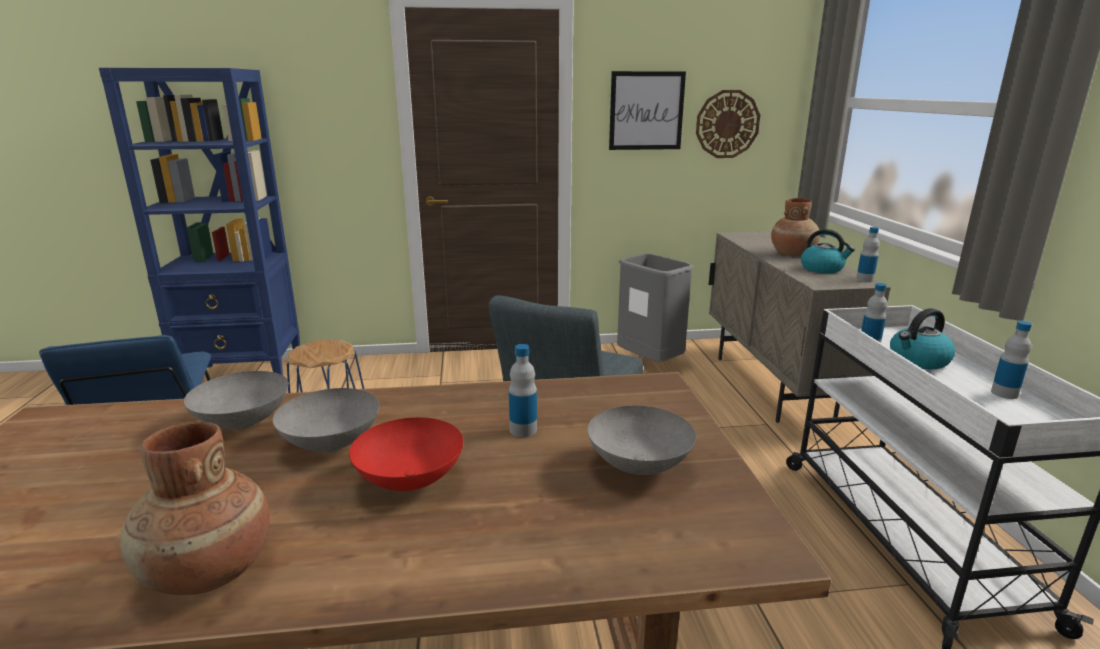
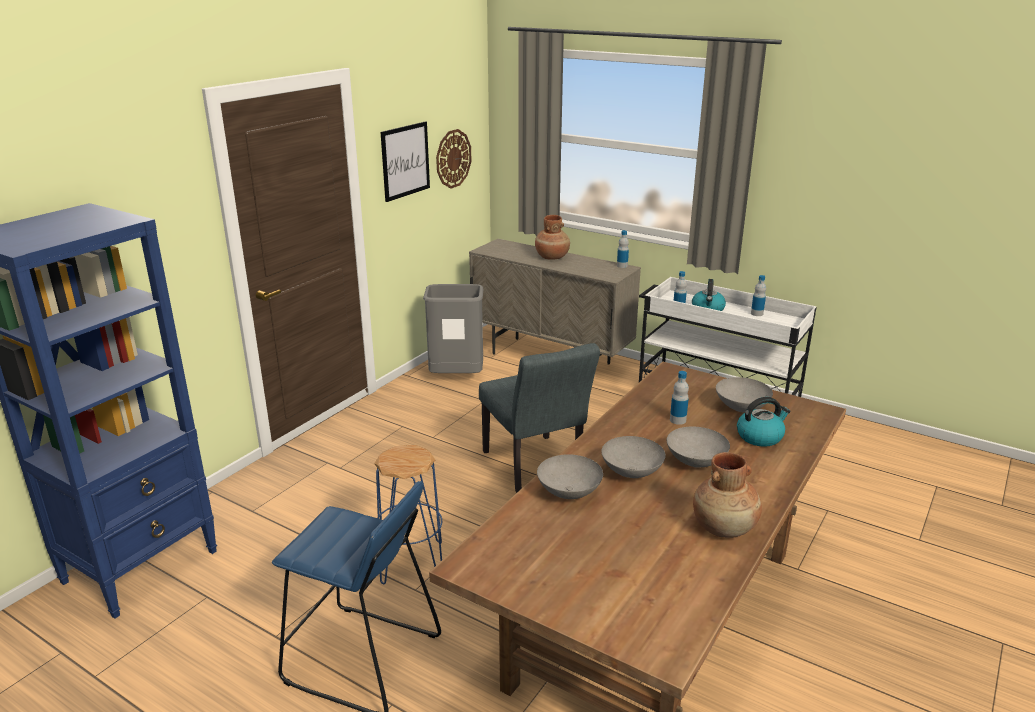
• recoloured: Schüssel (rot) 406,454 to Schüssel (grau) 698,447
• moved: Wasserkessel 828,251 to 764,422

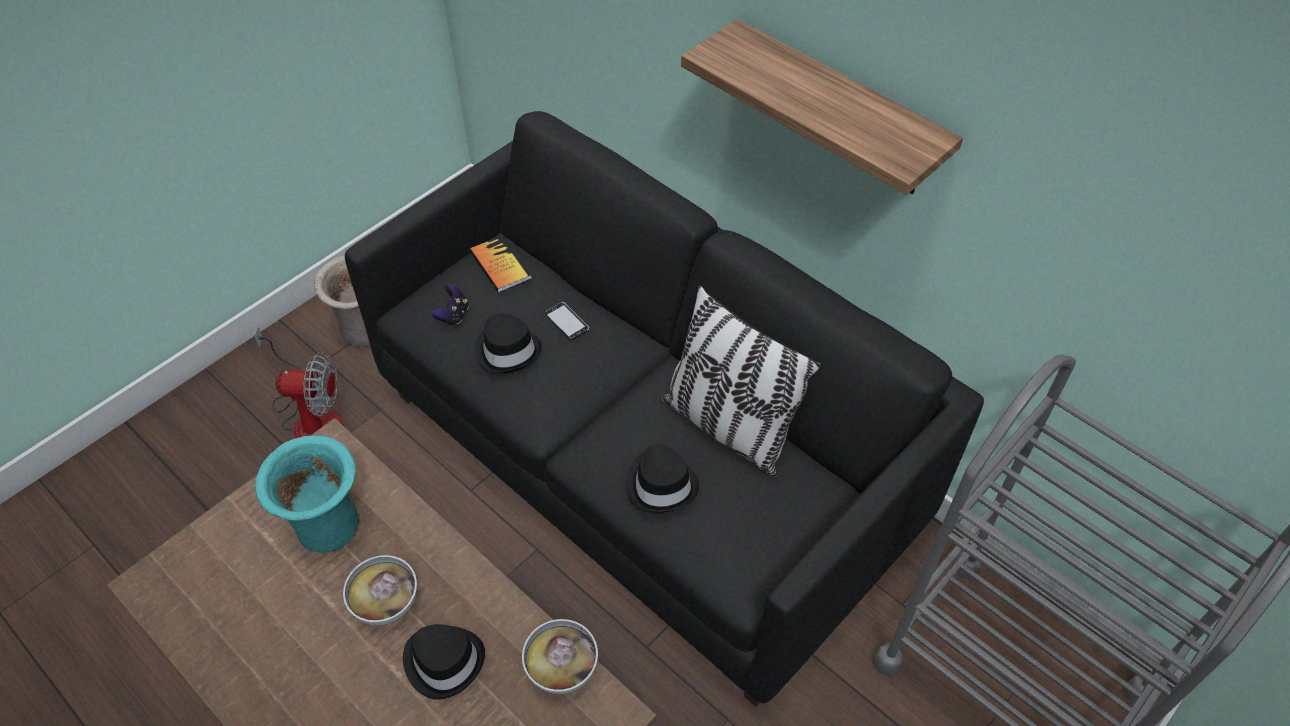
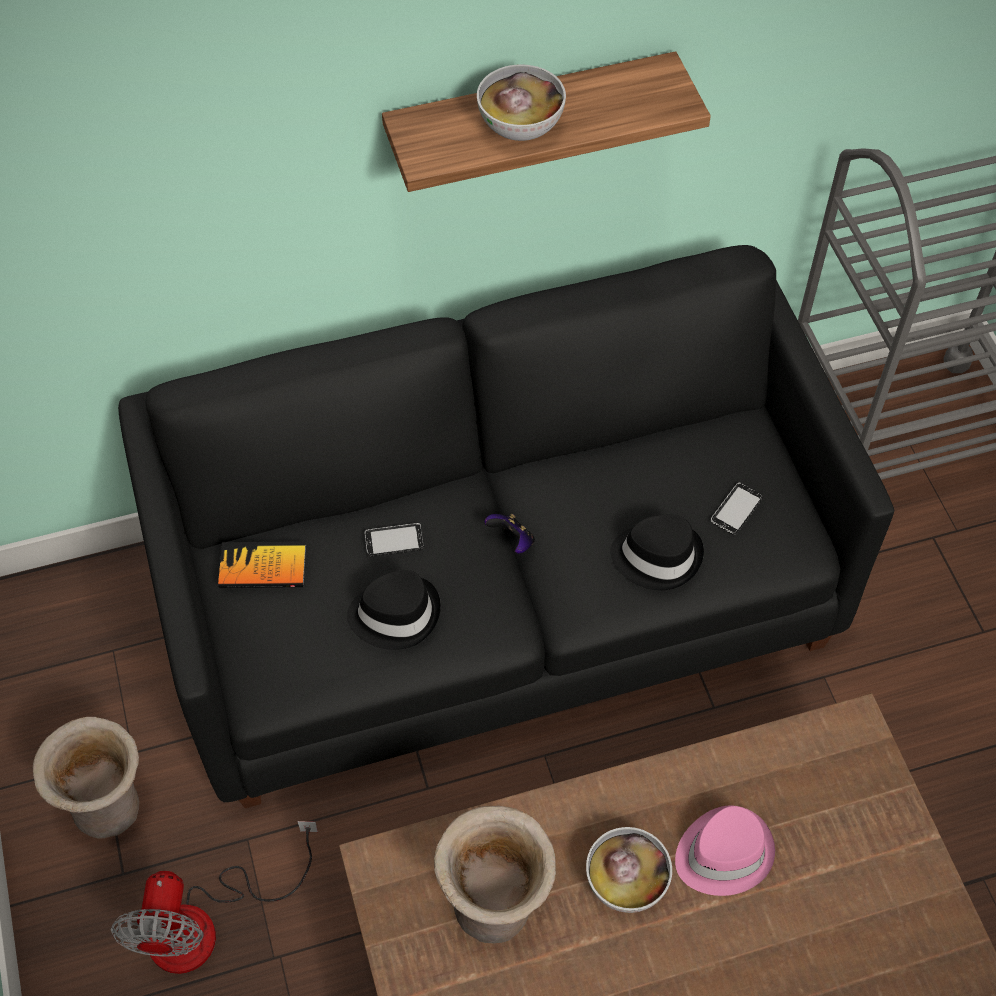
• turned: Ventilator 299,382 = 214,897 150 degrees clockwise
• recoloured: Vase (türkis) 307,494 to Vase (beige) 495,874
• moved: Schüssel 560,656 to 521,102
• moved: Gamepad 450,305 to 510,534
• recoloured: Hut (schwarz) 444,662 to Hut (rosa) 725,850
• added: Handy 737,509
• removed: Kissen 741,381

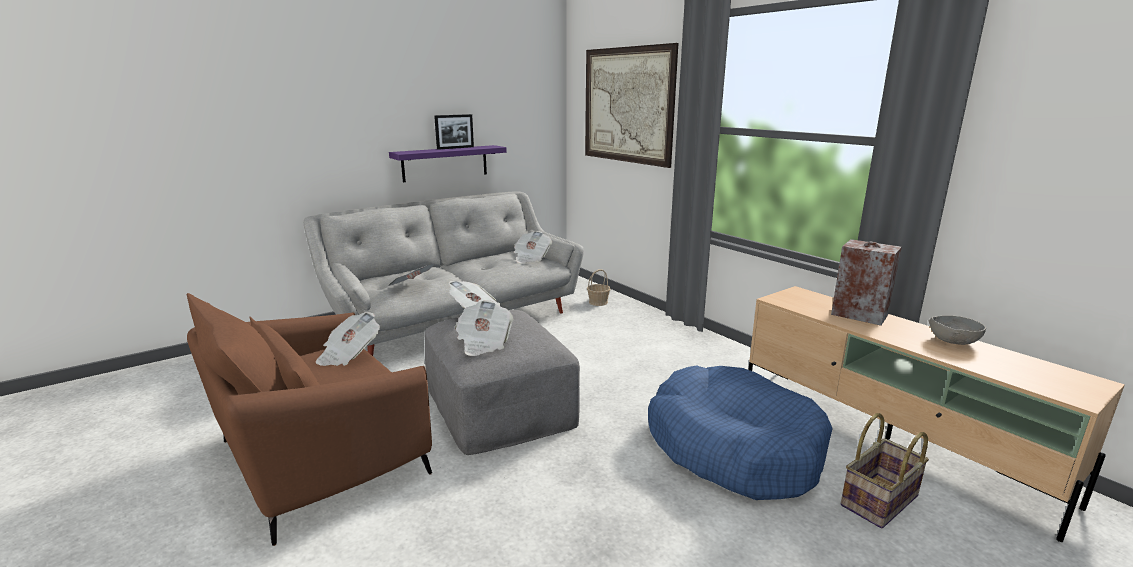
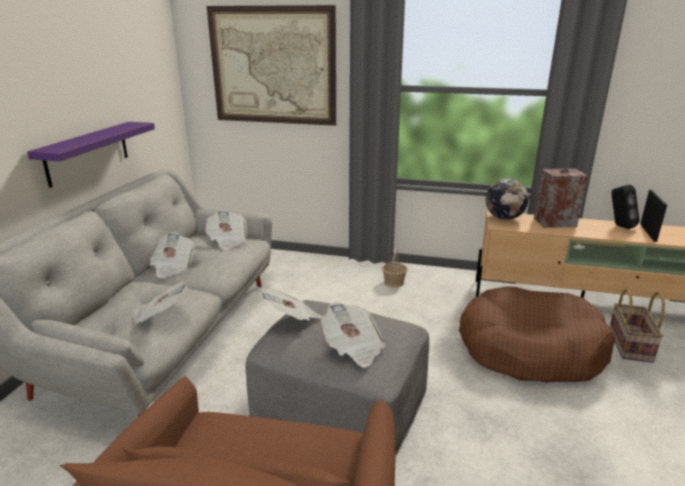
• moved: Zeitung 348,339 to 172,255
• moved: Korb 599,287 to 394,268
• recoloured: Hundebett (blau) 740,432 to Hundebett (braun) 537,334
• added: Globus 507,199
• replaced: Schüssel (grau) 957,330 to Lautsprecher (schwarz) 625,207
• moved: Bilderrahmen 454,132 to 653,216

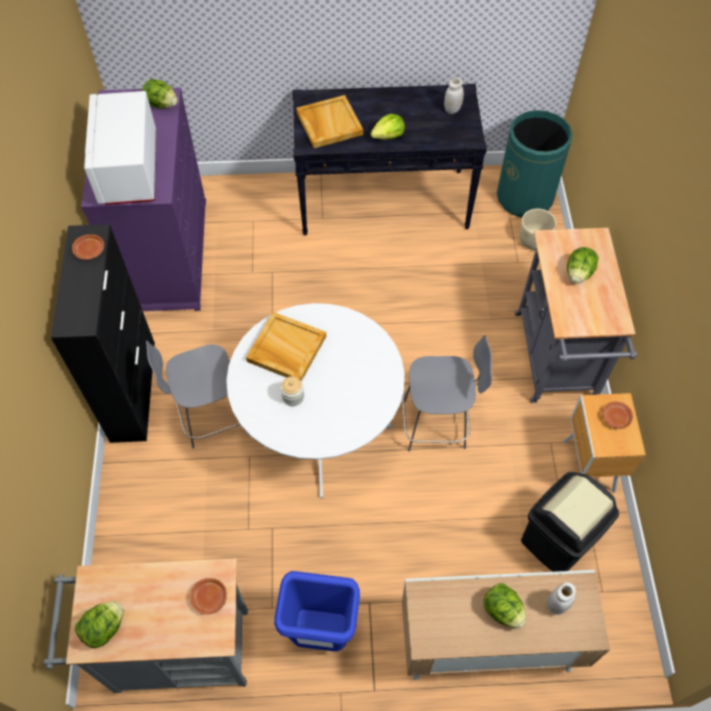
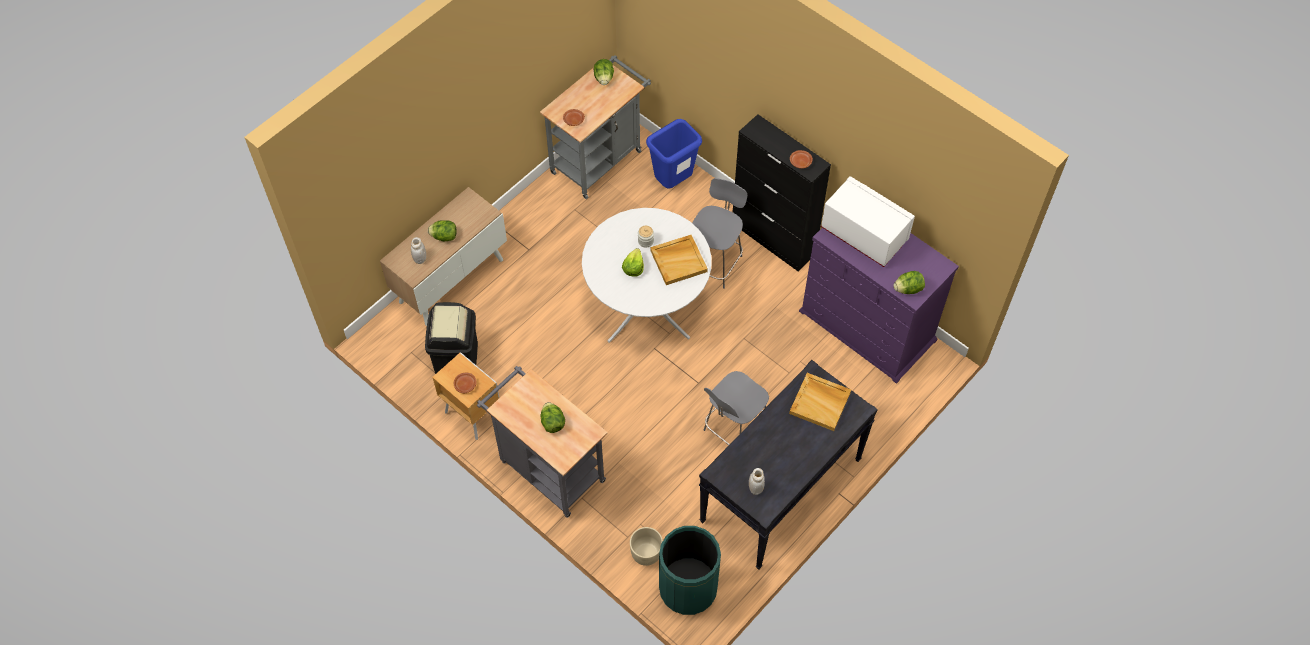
• moved: Salatkopf 388,127 to 633,262
• moved: Mülleimer (blau) 317,611 to 674,153
• moved: Hocker (grau) 447,393 to 736,408

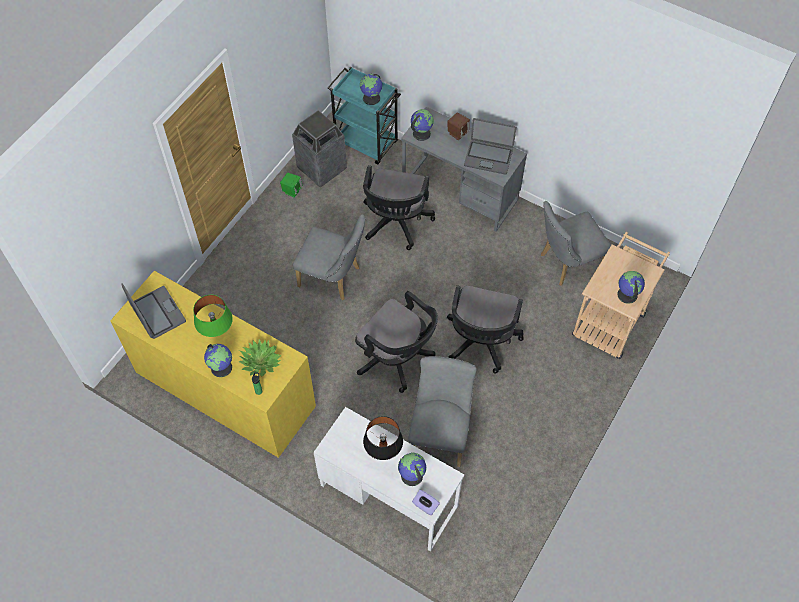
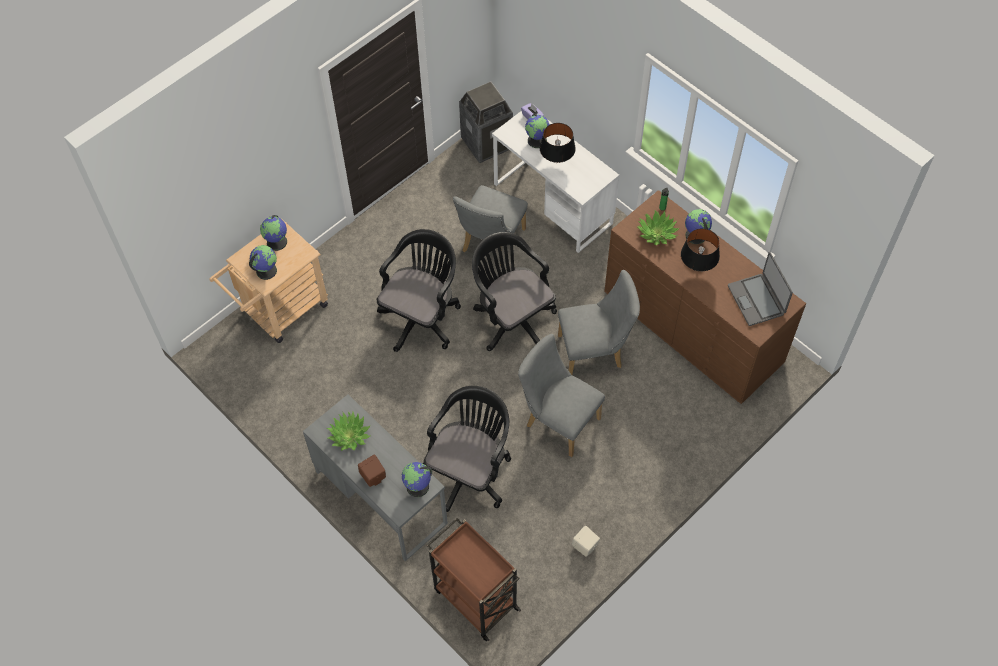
• moved: Globus 371,89 to 263,262
• replaced: Laptop 490,146 to Topfpflanze 349,431
• recoloured: Rollwagen (türkis) 364,115 to Rollwagen (braun) 473,580
• moved: Mülleimer 319,149 to 486,122
• moved: Stuhl (grau) 576,243 to 599,322
• recoloured: Lautsprecher (grün) 291,185 to Lautsprecher (beige) 586,541
• recoloured: Kommode (gelb) 213,364 to Kommode (braun) 705,297
• recoloured: Tischlampe (grün) 213,316 to Tischlampe (schwarz) 700,249

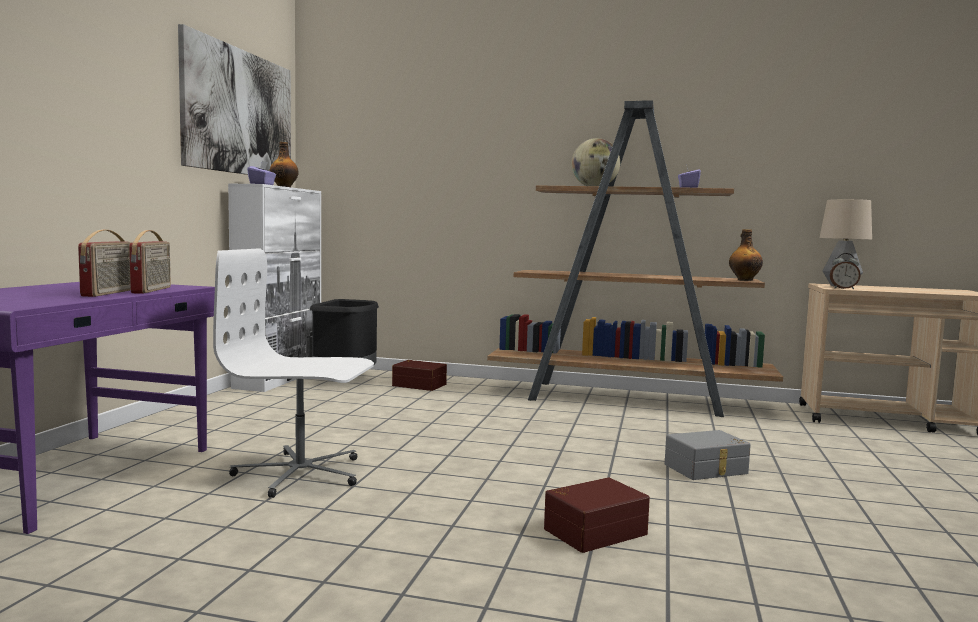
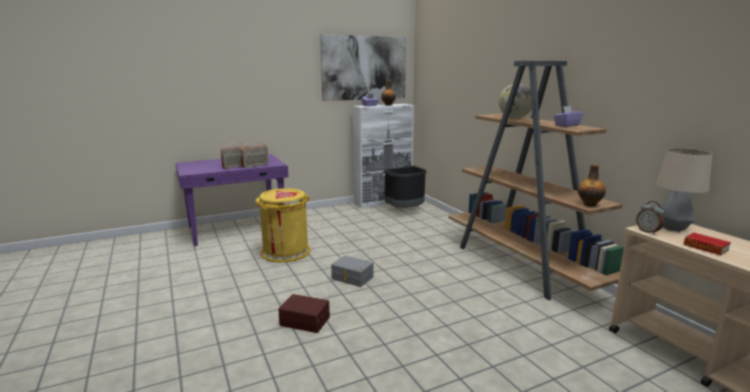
• replaced: Bürostuhl (weiß) 293,373 to Mülleimer (gelb) 282,225
• moved: Aufbewahrungsbox (grau) 708,455 to 352,271
• added: Buch 707,244
• removed: Aufbewahrungsbox (braun) 419,375

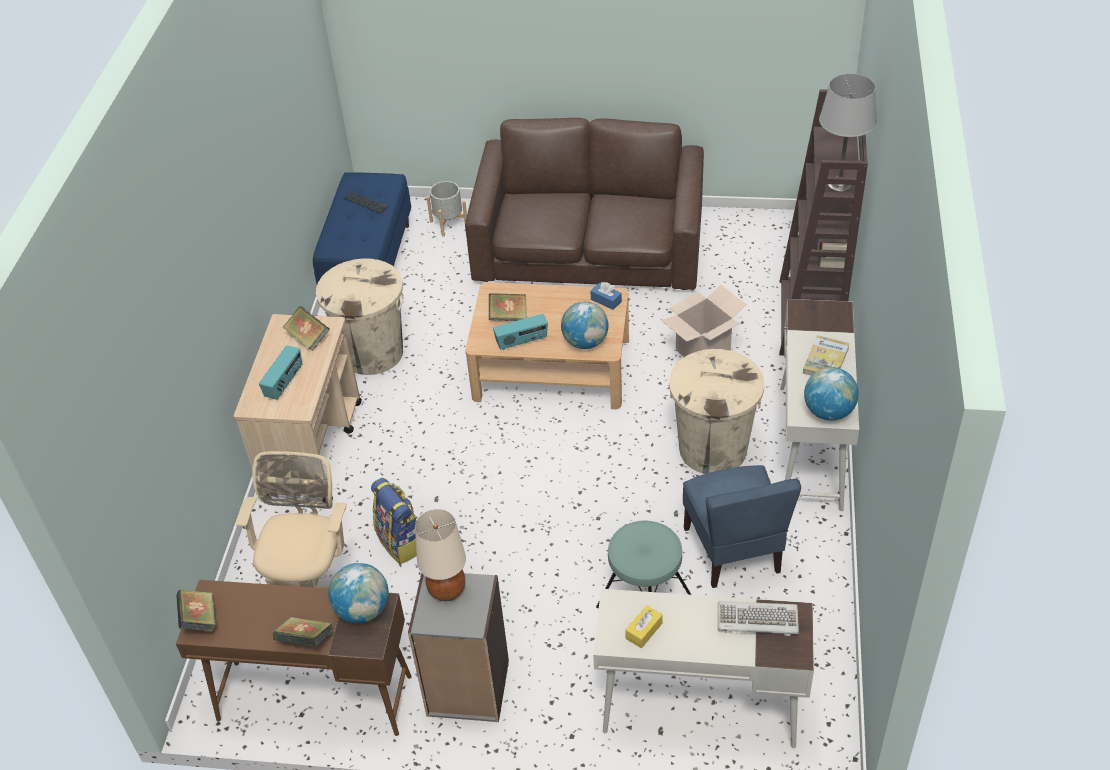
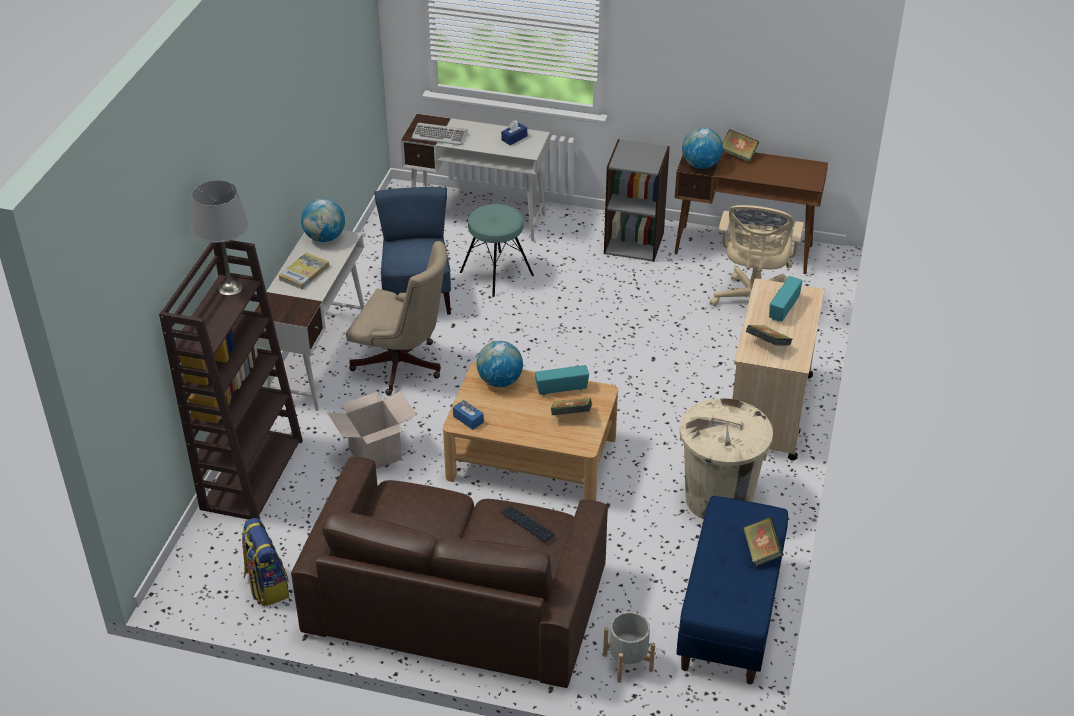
• moved: Rucksack 394,521 to 265,562
• replaced: Mülleimer (beige) 716,411 to Bürostuhl (beige) 396,318
• recoloured: Taschentuchbox (gelb) 644,626 to Taschentuchbox (blau) 514,132
• moved: Tastatur 365,202 to 528,523
• moved: Buch 195,611 to 763,541
• removed: Tischlampe (beige) 440,555

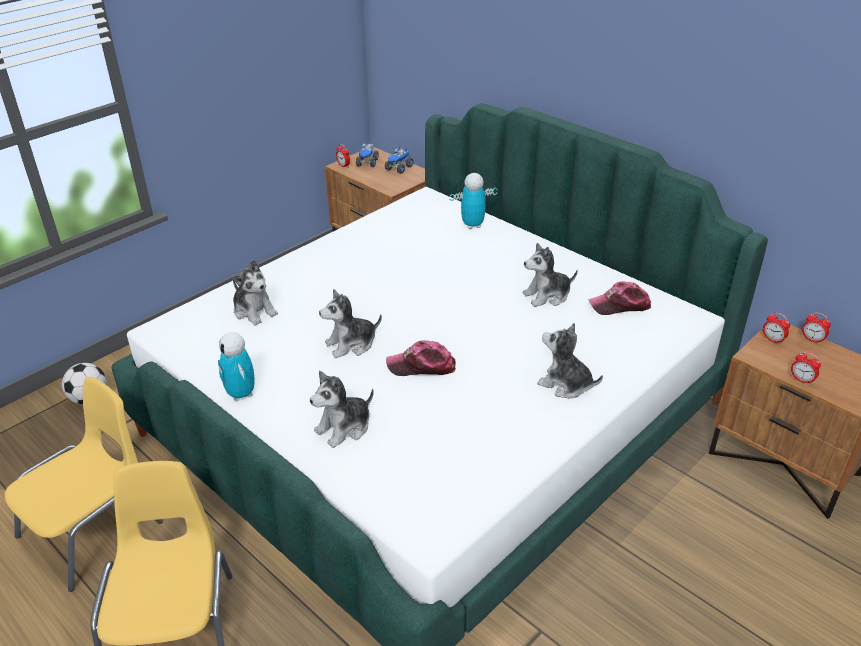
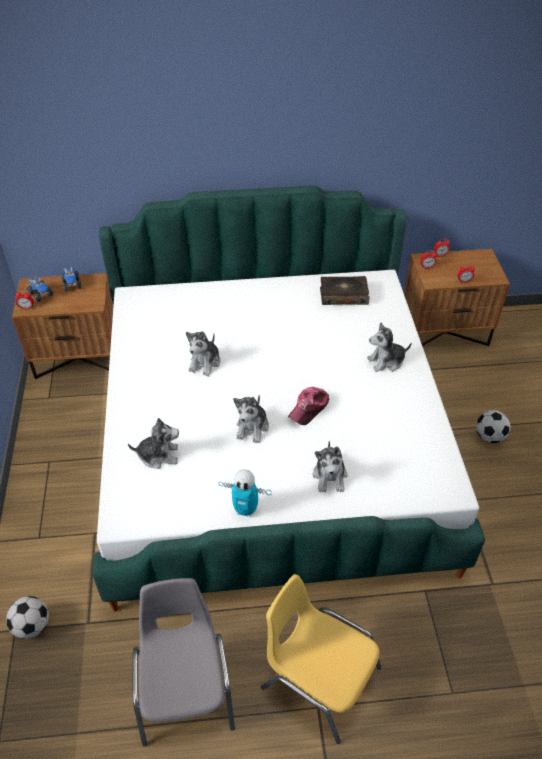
• recoloured: Stuhl (gelb) 84,484 to Stuhl (grau) 183,662
• moved: Plüschtier 550,275 to 203,353
• replaced: Kappe 620,298 to Buch 345,290
• added: Fußball 493,426
• removed: Spielzeugroboter 473,201

